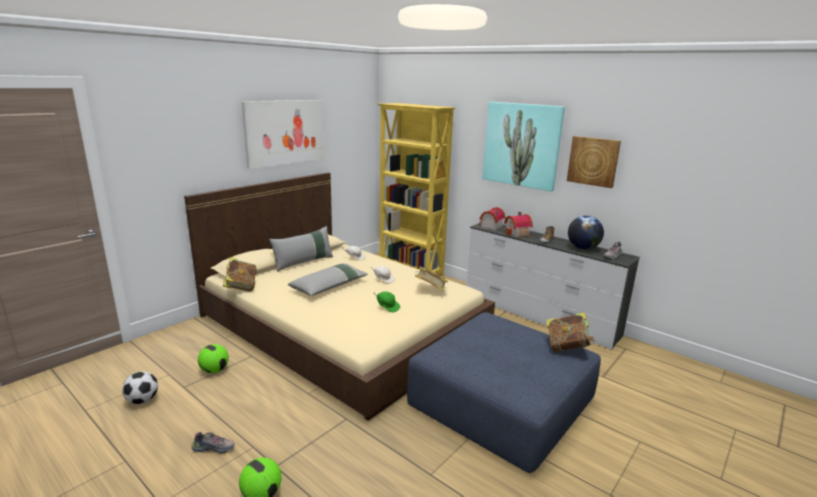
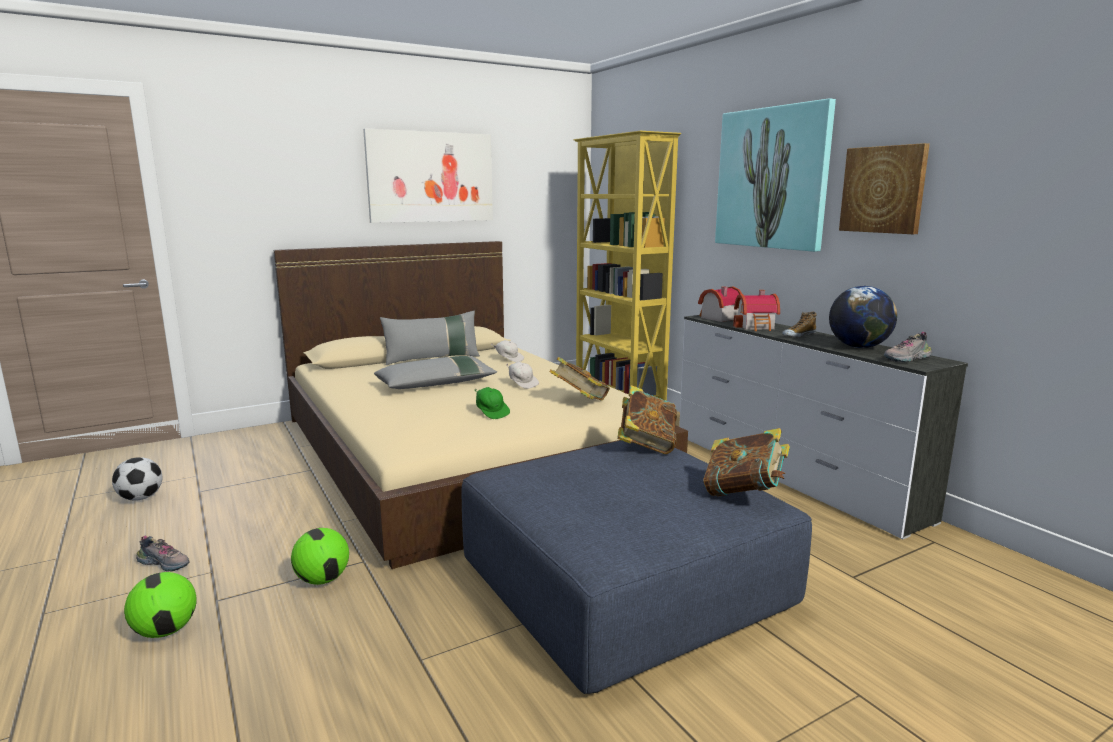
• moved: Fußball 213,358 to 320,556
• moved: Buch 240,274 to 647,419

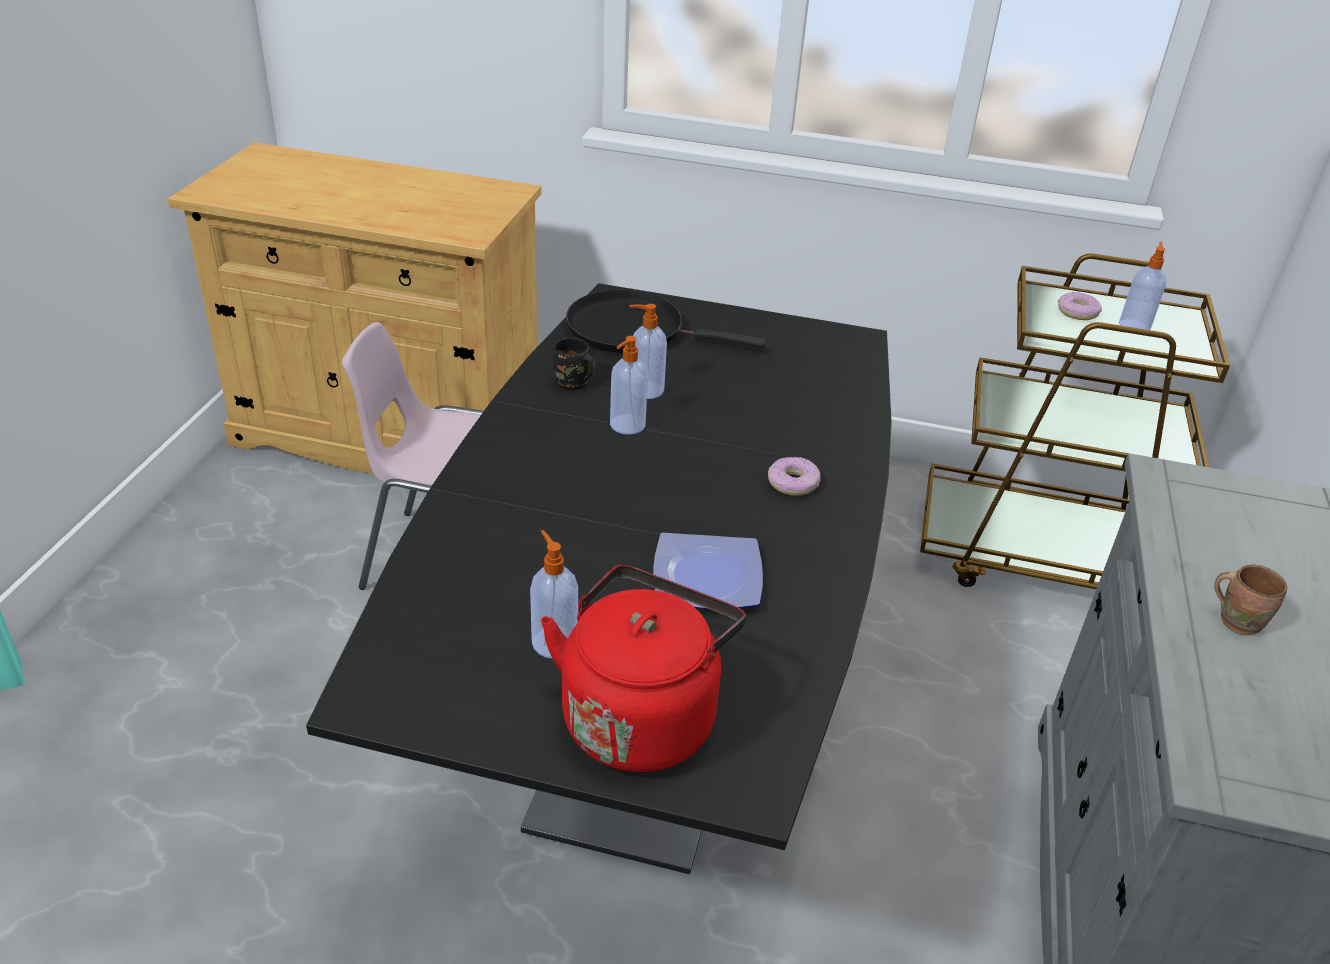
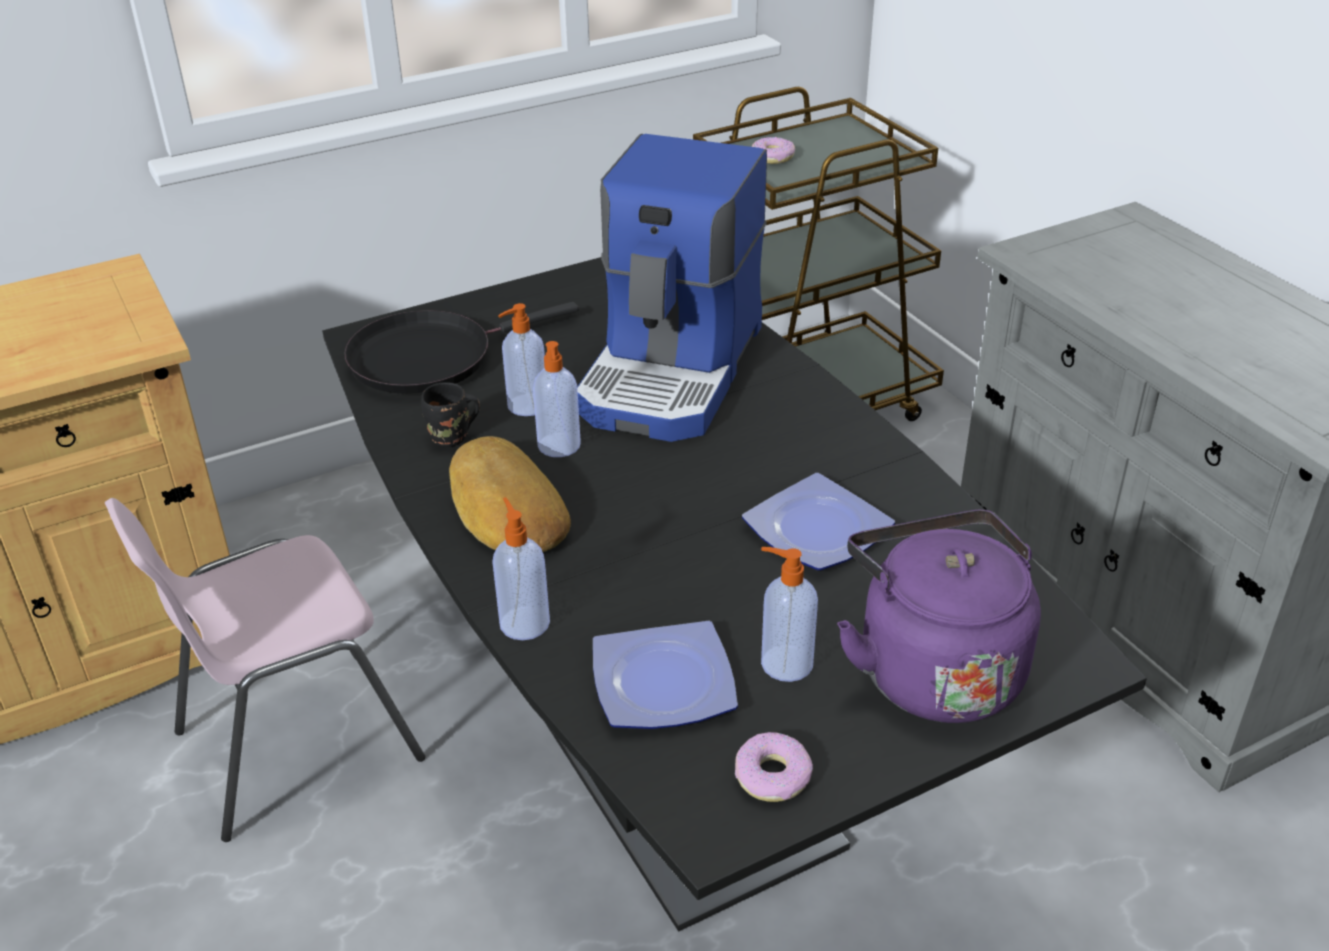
• added: Brot 510,494
• moved: Seifenspender 1143,286 to 521,568
• added: Kaffeemaschine 672,288
• added: Teller 665,675
• moved: Donut 794,476 to 774,767
• recoloured: Wasserkessel (rot) 643,668 to Wasserkessel (lila) 939,616
• removed: Henkelbecher (braun) 1250,599

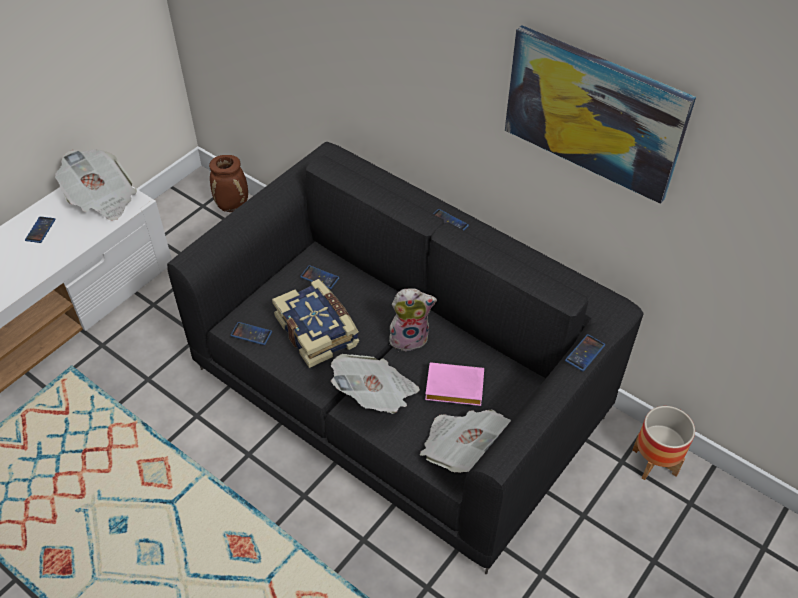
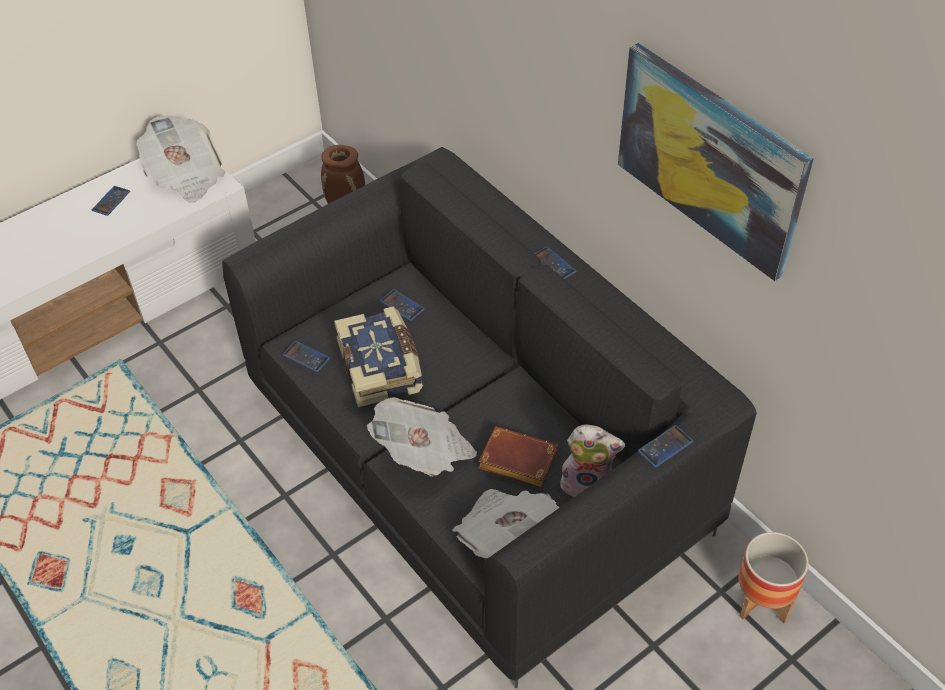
• recoloured: Buch (rosa) 454,384 to Buch (braun) 518,457
• moved: Plüschtier 413,319 to 592,461

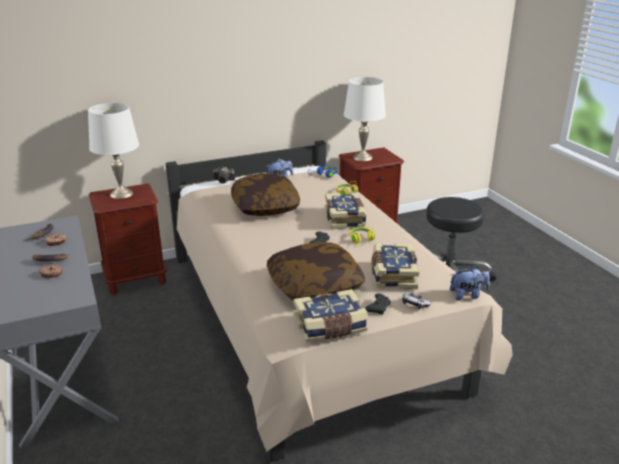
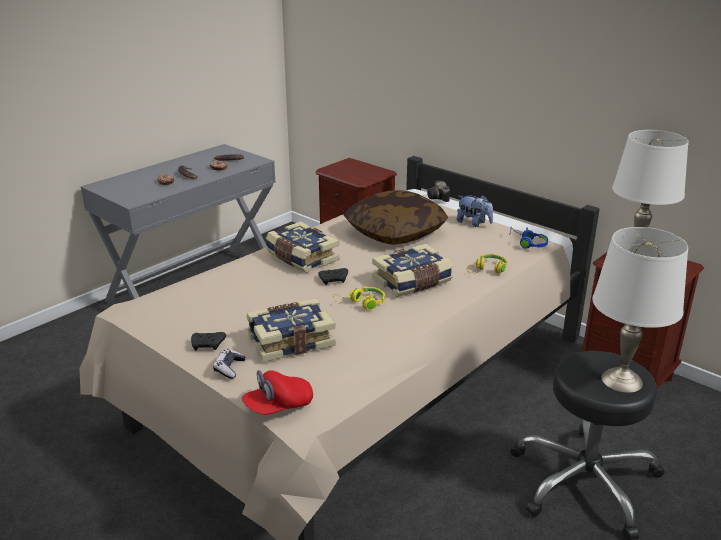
• replaced: Plüschtier 470,282 to Kappe (rot) 277,392
• moved: Buch 331,315 to 302,247
• moved: Tischlampe (weiß) 113,151 to 640,310
• removed: Kissen 316,271

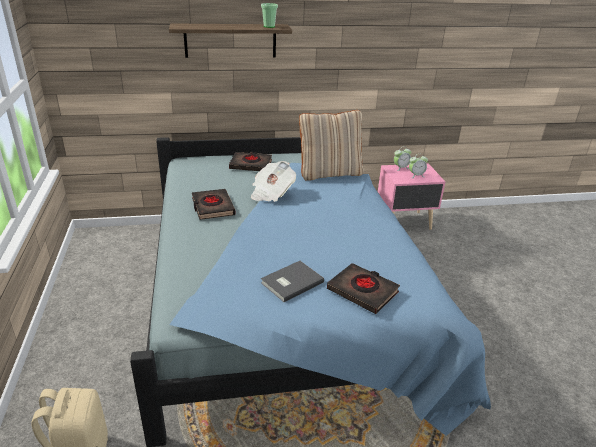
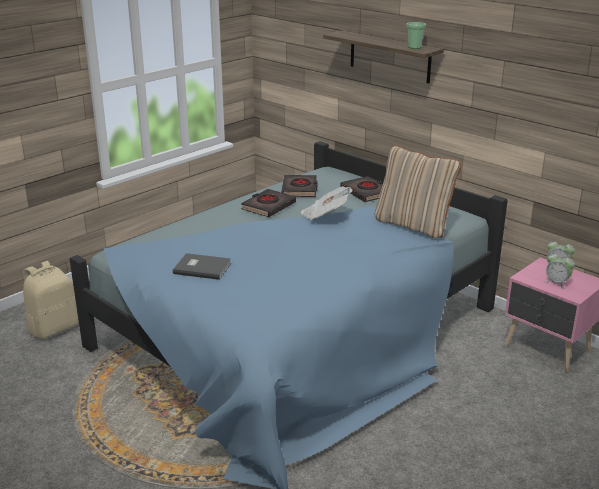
• moved: Buch (schwarz) 363,288 to 299,186

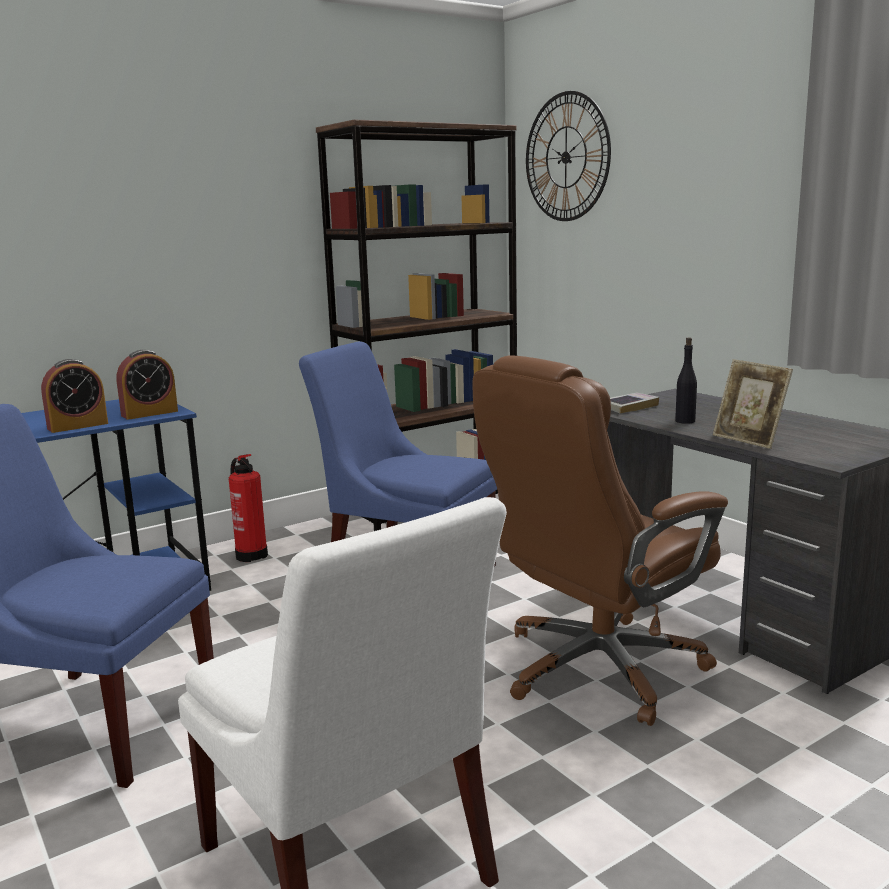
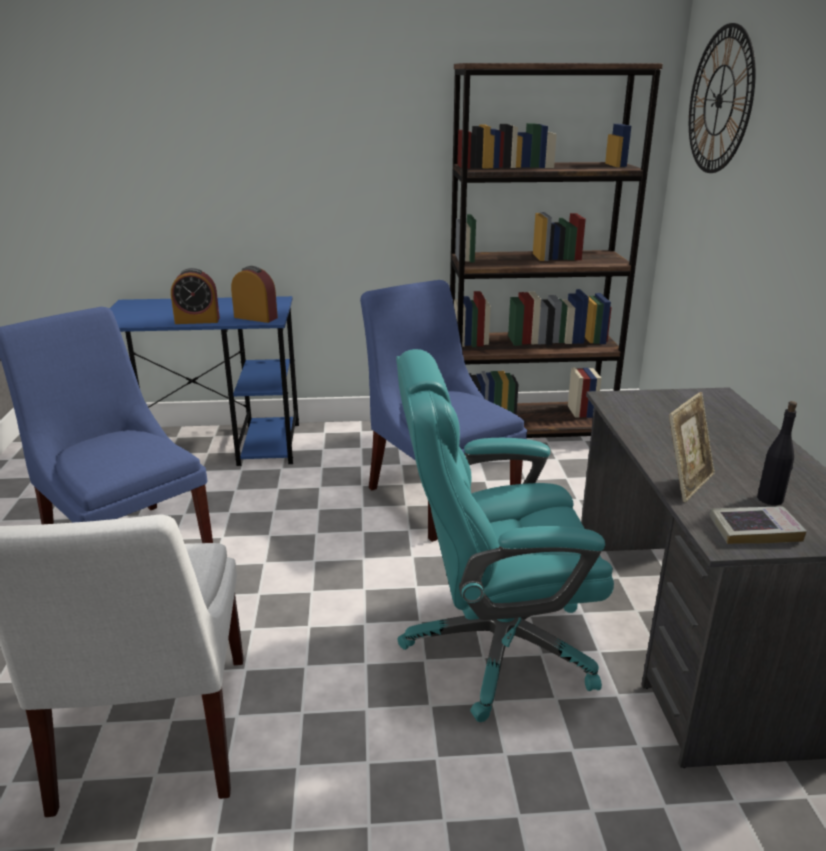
• turned: Wecker 147,385 = 254,294 150 degrees counterclockwise
• recoloured: Bürostuhl (braun) 600,540 to Bürostuhl (türkis) 505,535
• turned: Bilderrahmen 753,404 = 692,447 135 degrees counterclockwise
• moved: Buch 634,403 to 758,525
• moved: Flasche (schwarz) 686,380 to 777,453
• removed: Feuerlöscher 248,508

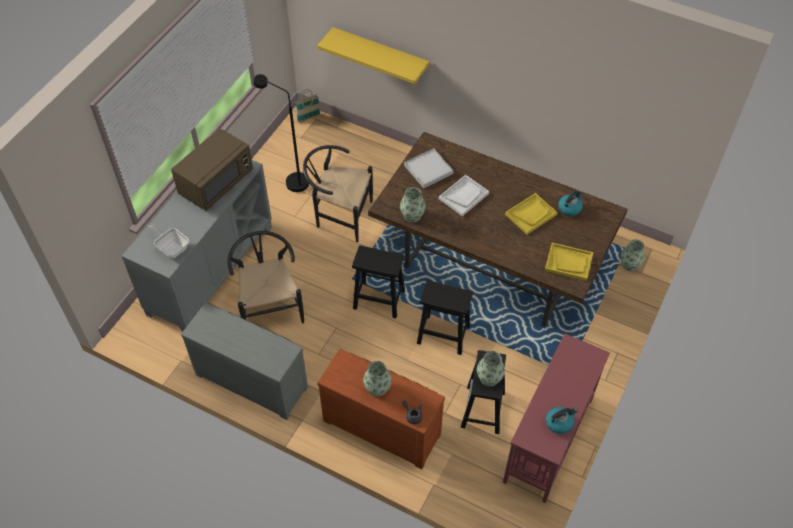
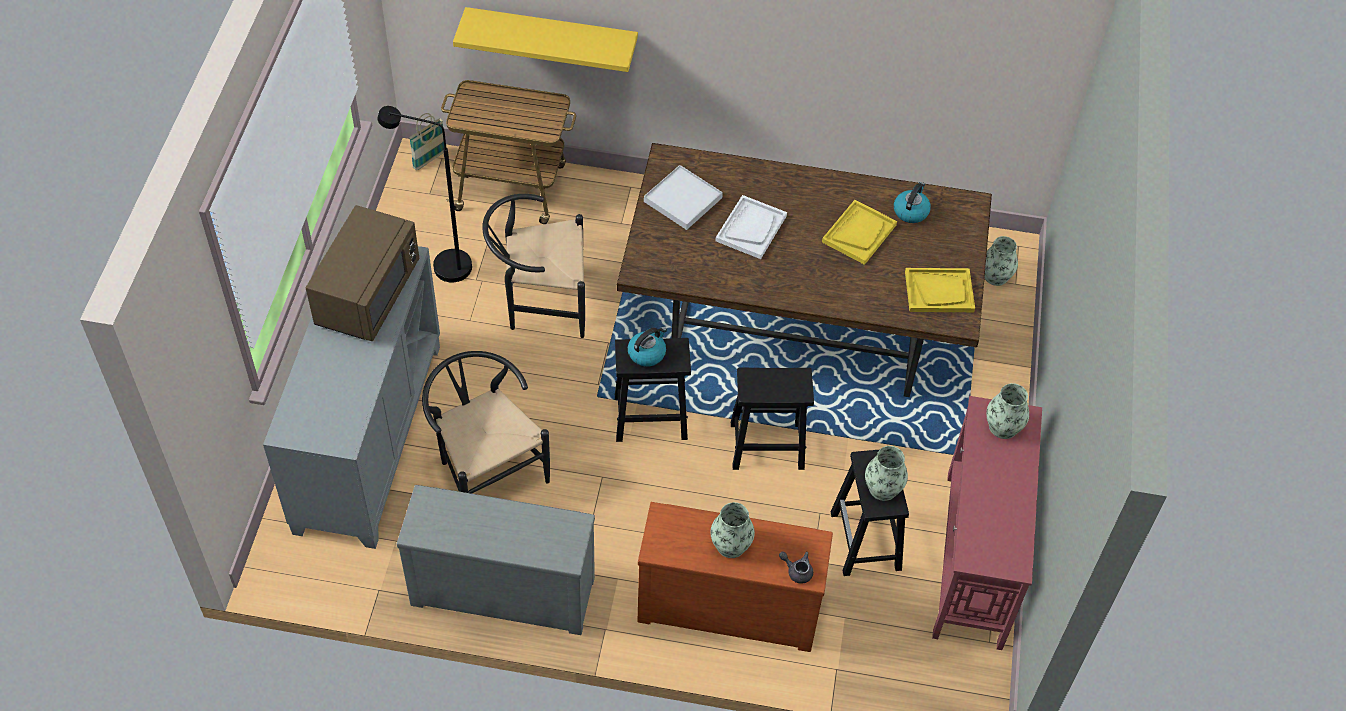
• added: Rollwagen 508,152
• moved: Wasserkessel 562,420 to 647,347
• moved: Vase 413,204 to 1007,411
• removed: Pfanne 168,240

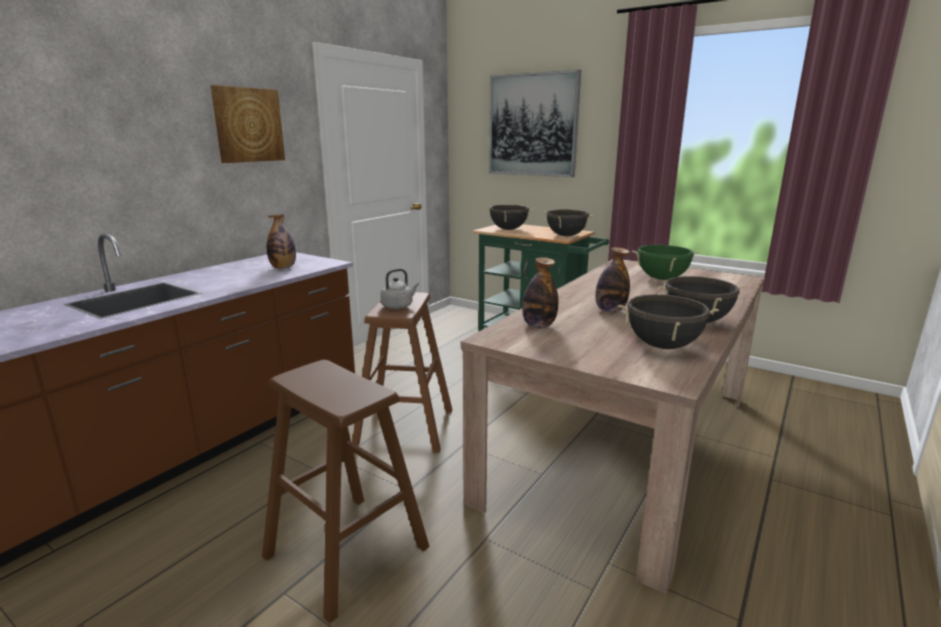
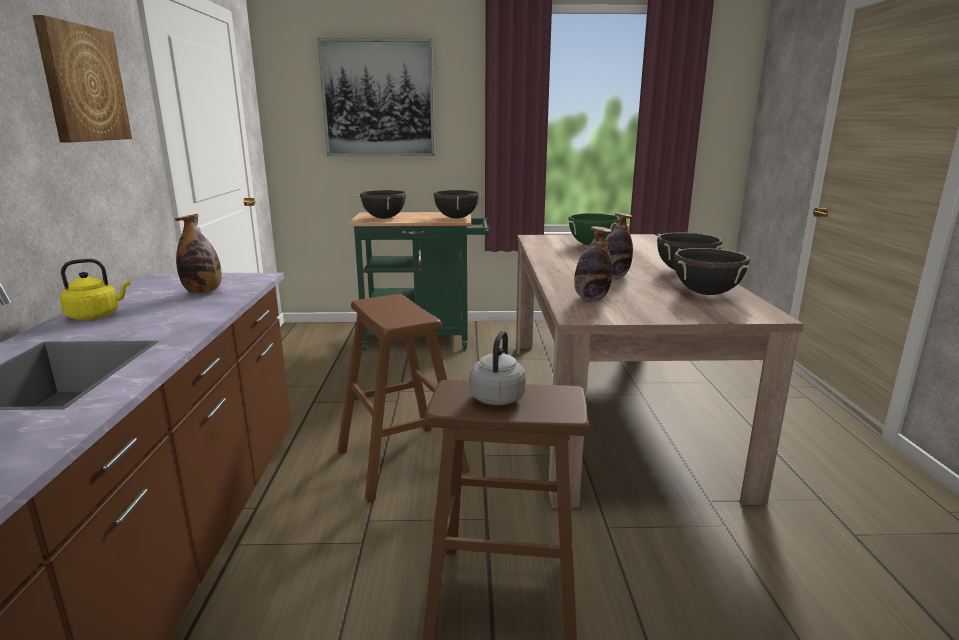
• added: Wasserkessel (gelb) 95,289
• moved: Wasserkessel (grau) 400,289 to 497,368

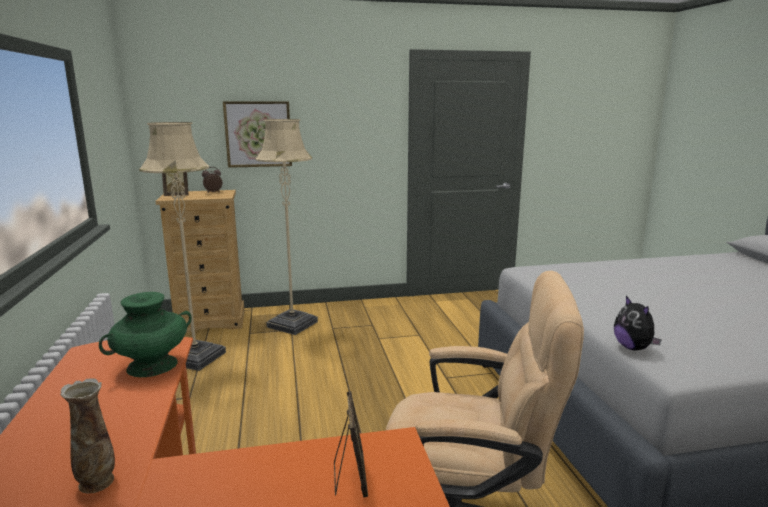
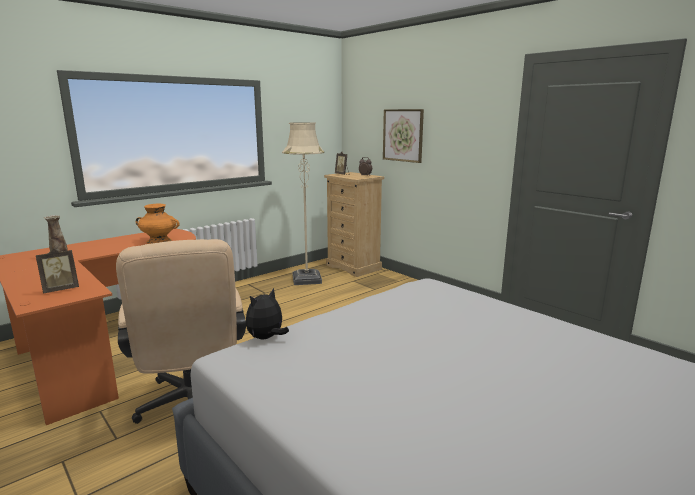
• recoloured: Vase (grün) 145,334 to Vase (orange) 158,224
• removed: Stehlampe (beige) 286,227

